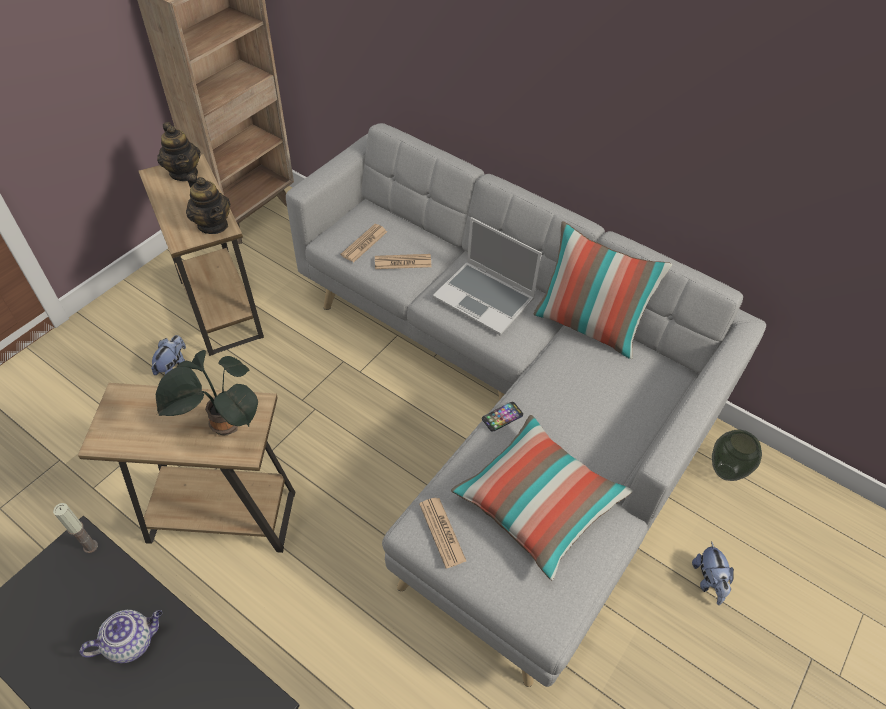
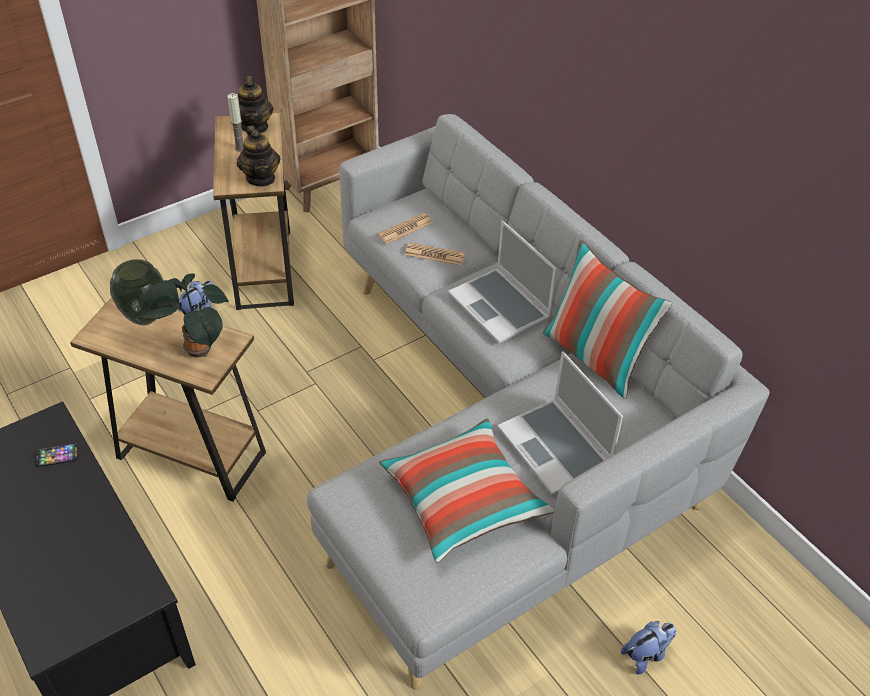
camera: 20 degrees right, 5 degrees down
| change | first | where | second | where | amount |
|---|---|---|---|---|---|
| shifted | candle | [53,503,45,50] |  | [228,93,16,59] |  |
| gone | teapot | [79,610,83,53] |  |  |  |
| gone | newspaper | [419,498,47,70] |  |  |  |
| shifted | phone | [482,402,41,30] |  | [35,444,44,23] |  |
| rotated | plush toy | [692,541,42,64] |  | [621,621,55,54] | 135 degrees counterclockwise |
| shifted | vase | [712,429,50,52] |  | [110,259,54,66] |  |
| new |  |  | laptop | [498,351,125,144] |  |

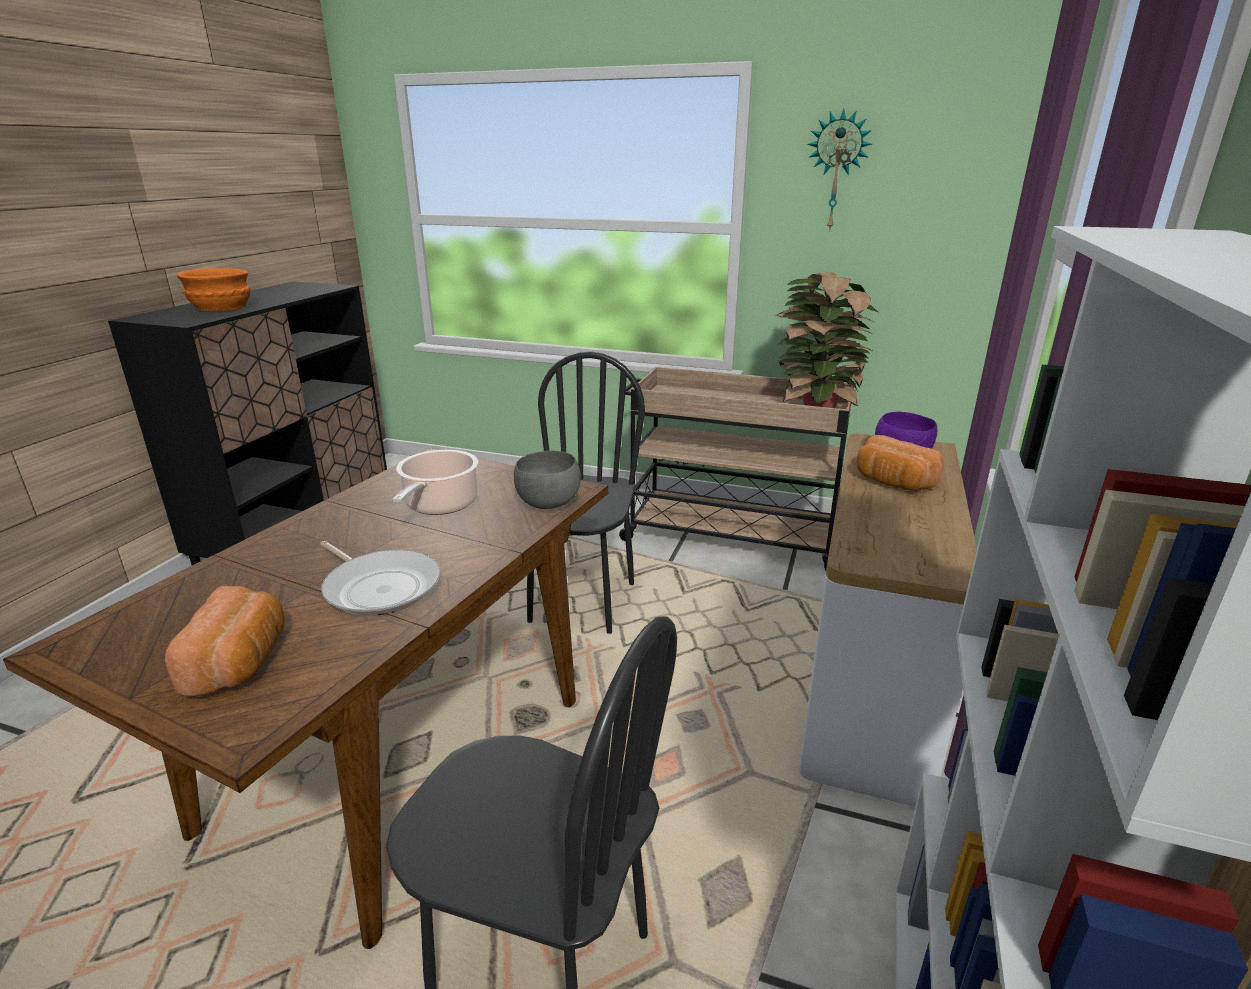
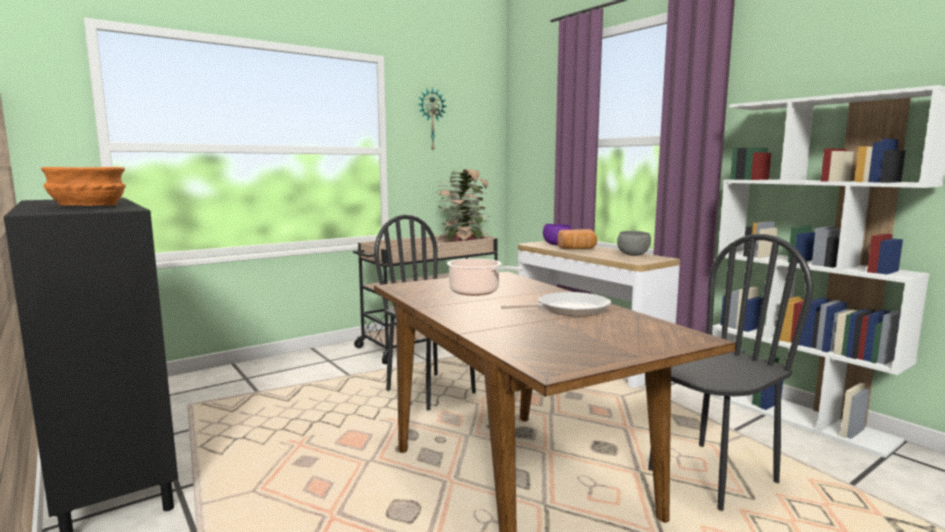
camera: 55 degrees left, 15 degrees down
| change | first | where | second | where | amount |
|---|---|---|---|---|---|
| gone | bread | [165,586,120,111] |  |  |  |
| shifted | grey bowl | [514,451,67,58] |  | [617,231,34,25] |  |

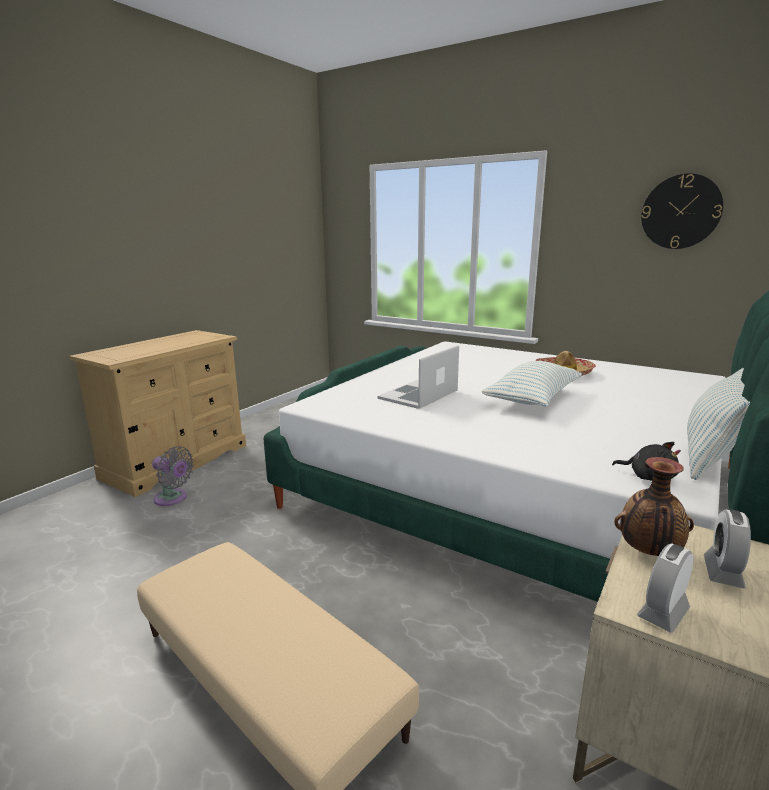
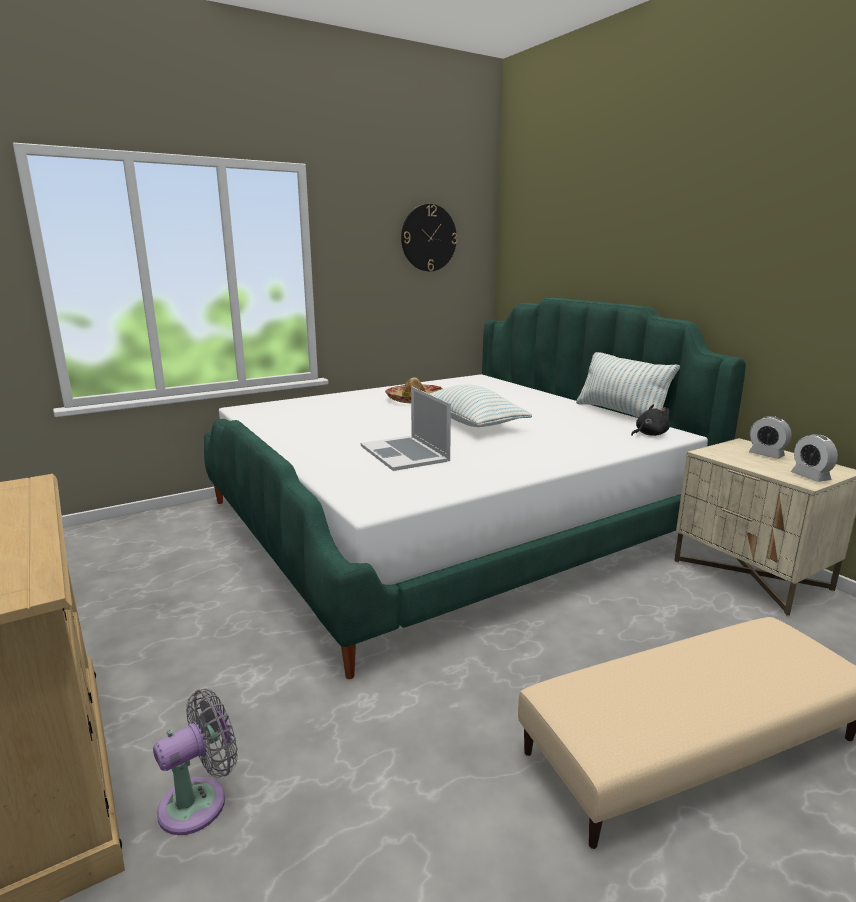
camera: 65 degrees left, 0 degrees up
| change | first | where | second | where | amount |
|---|---|---|---|---|---|
| gone | vase | [614,457,80,99] |  |  |  |

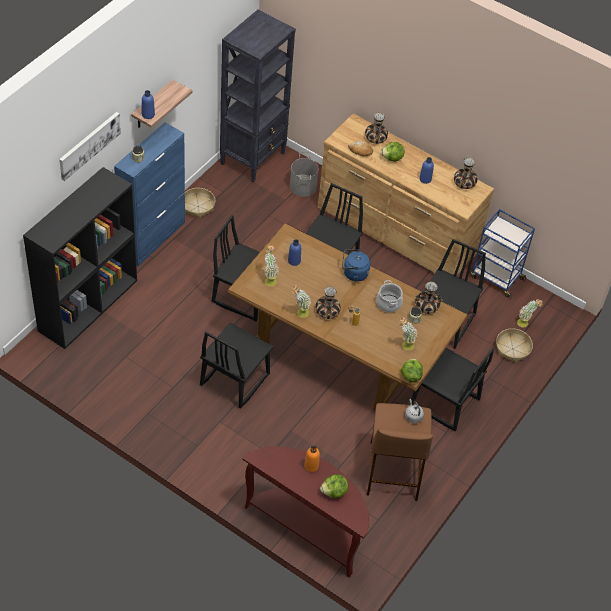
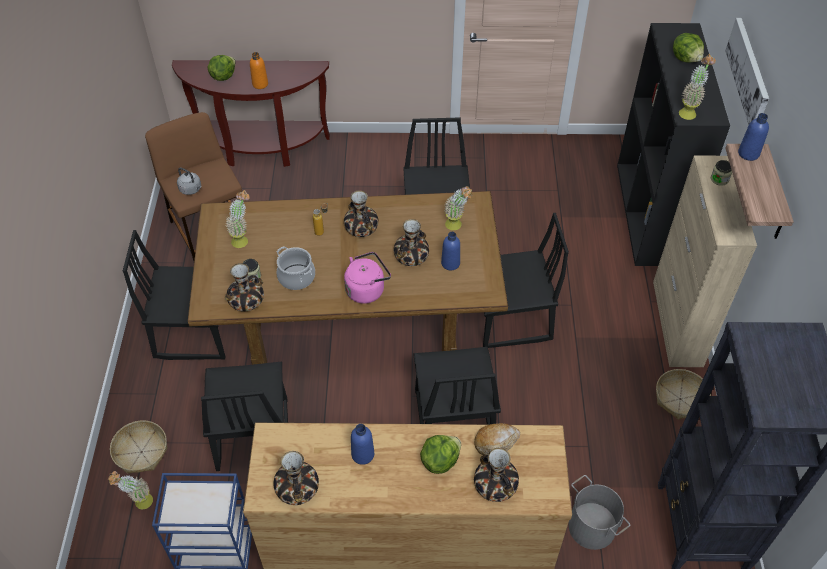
camera: 150 degrees right, 0 degrees up
| change | first | where | second | where | amount |
|---|---|---|---|---|---|
| repainted | blue cabinet | [114,122,71,144] | beige cabinet | [653,155,104,212] |  |
| shifted | potted plant | [291,285,20,33] |  | [679,54,37,66] |  |
| repainted | blue kettle | [342,249,29,33] | pink kettle | [344,252,47,52] |  |
| shifted | lettuce | [401,358,22,25] |  | [673,33,31,30] |  |
| new |  |  | vase | [394,219,35,47] |  |

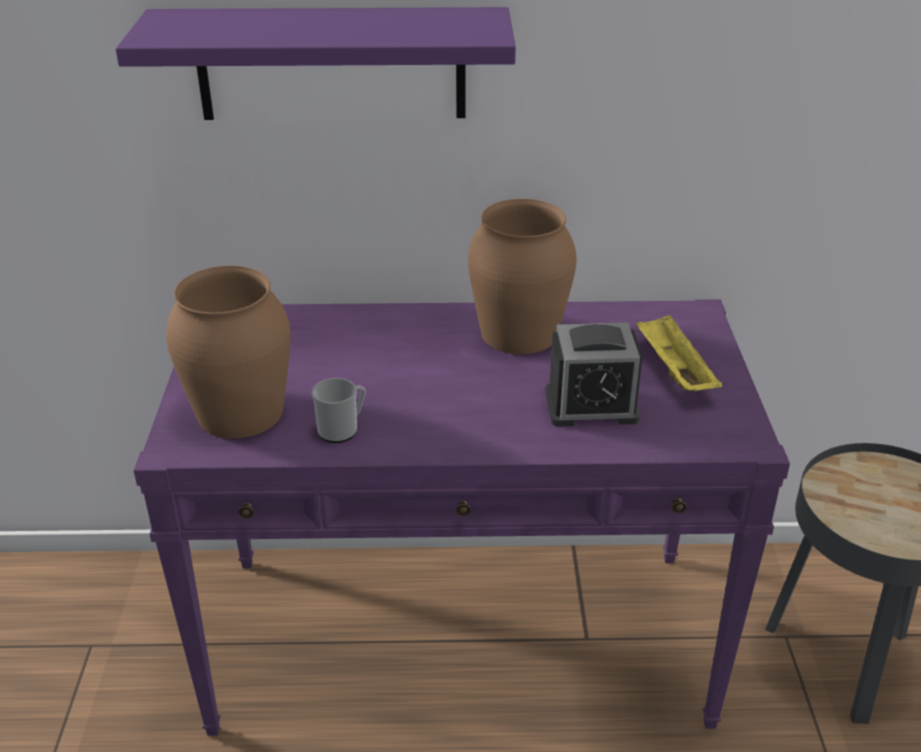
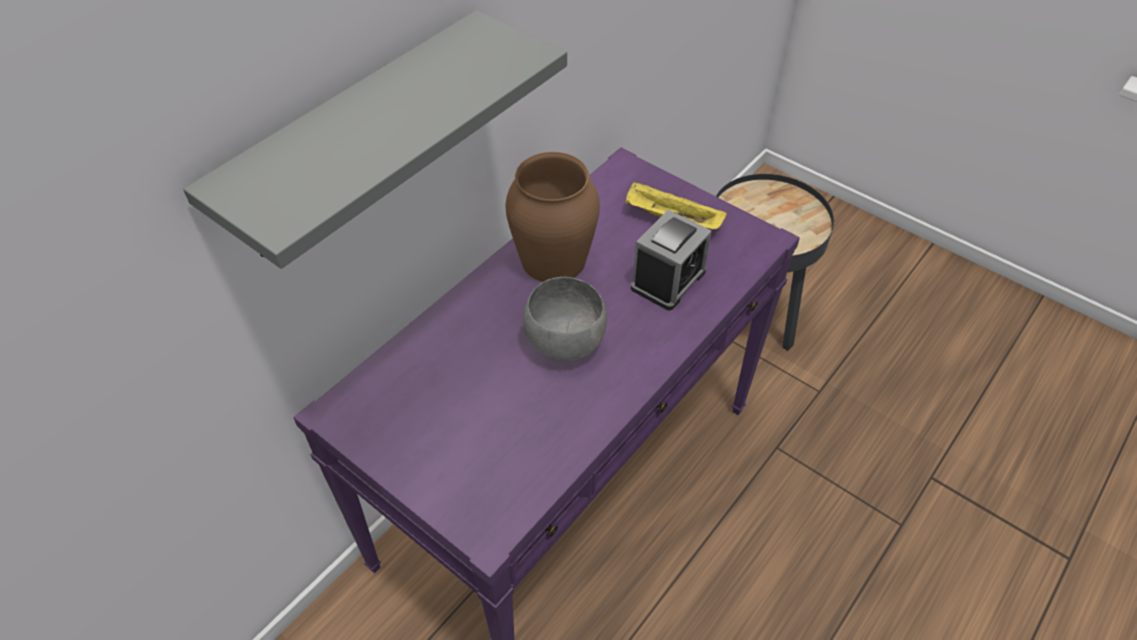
camera: 50 degrees left, 15 degrees up
| change | first | where | second | where | amount |
|---|---|---|---|---|---|
| repainted | purple shelf | [116,7,400,113] | grey shelf | [183,10,384,259] |  |
| gone | brown vase | [166,266,125,172] |  |  |  |
| gone | mug | [312,378,54,65] |  |  |  |
| new |  |  | grey bowl | [523,277,84,84] |  |

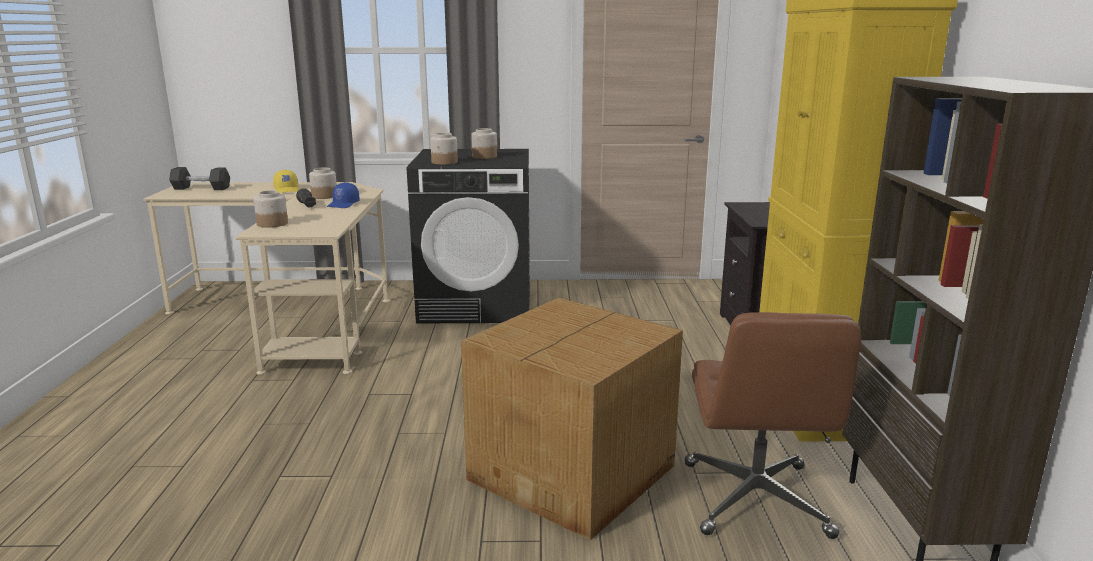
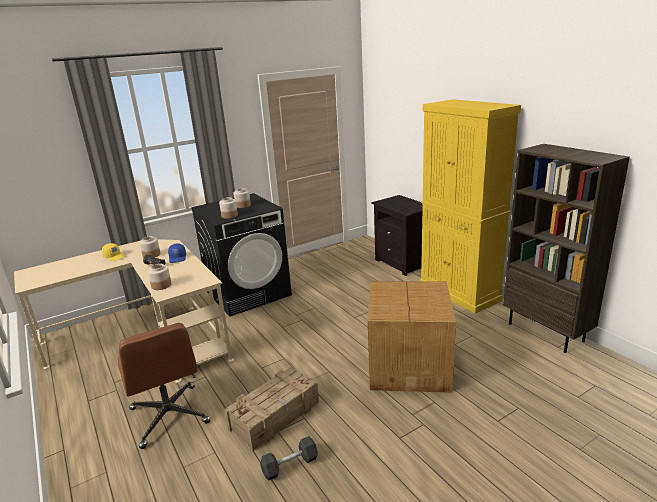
camera: 30 degrees left, 5 degrees up
| change | first | where | second | where | amount |
|---|---|---|---|---|---|
| shifted | grey dumbbell | [169,167,61,23] |  | [260,436,58,44] |  |
| shifted | brown office chair | [685,312,176,227] |  | [118,323,92,126] |  |
| new |  |  | crate | [224,367,95,84] |  |

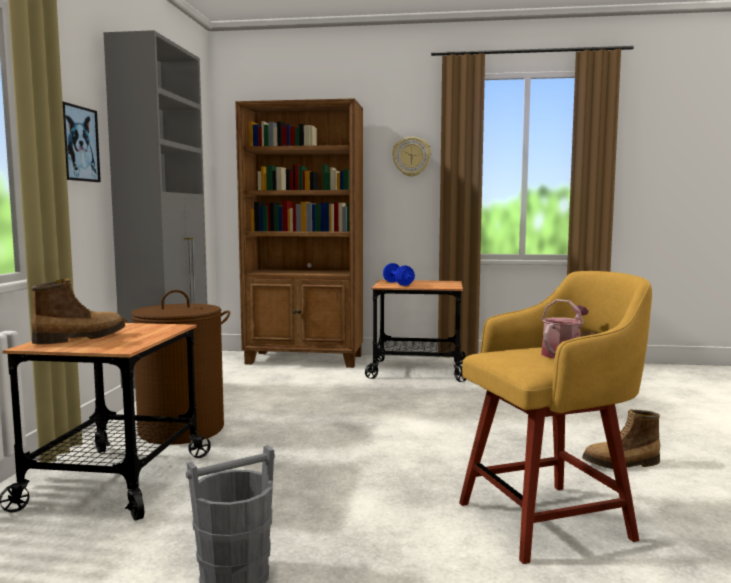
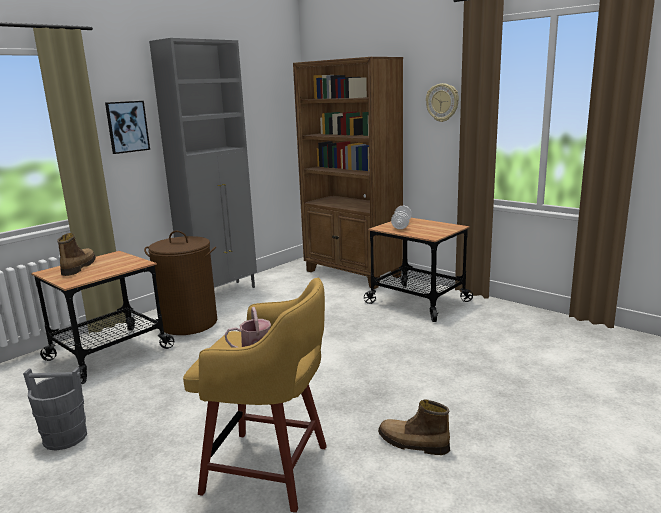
camera: 35 degrees right, 10 degrees up
| change | first | where | second | where | amount |
|---|---|---|---|---|---|
| rotated | boot | [31,278,94,66] |  | [57,233,39,43] | 75 degrees counterclockwise |
| repainted | blue dumbbell | [383,263,32,23] | white dumbbell | [391,206,21,23] |  |

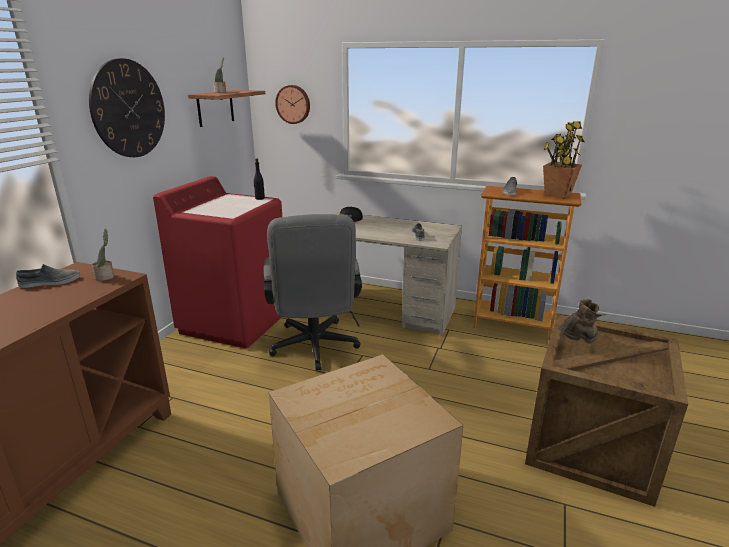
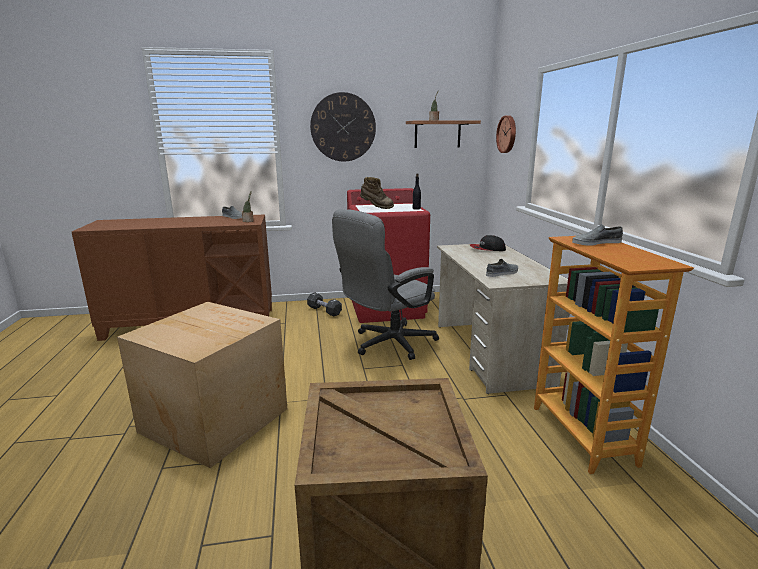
camera: 60 degrees right, 5 degrees down
| change | first | where | second | where | amount |
|---|---|---|---|---|---|
| gone | potted plant | [543,122,42,77] |  |  |  |
| shifted | brown boot | [558,299,49,45] |  | [360,177,34,32] |  |
| new |  |  | black dumbbell | [307,293,35,23] |  |

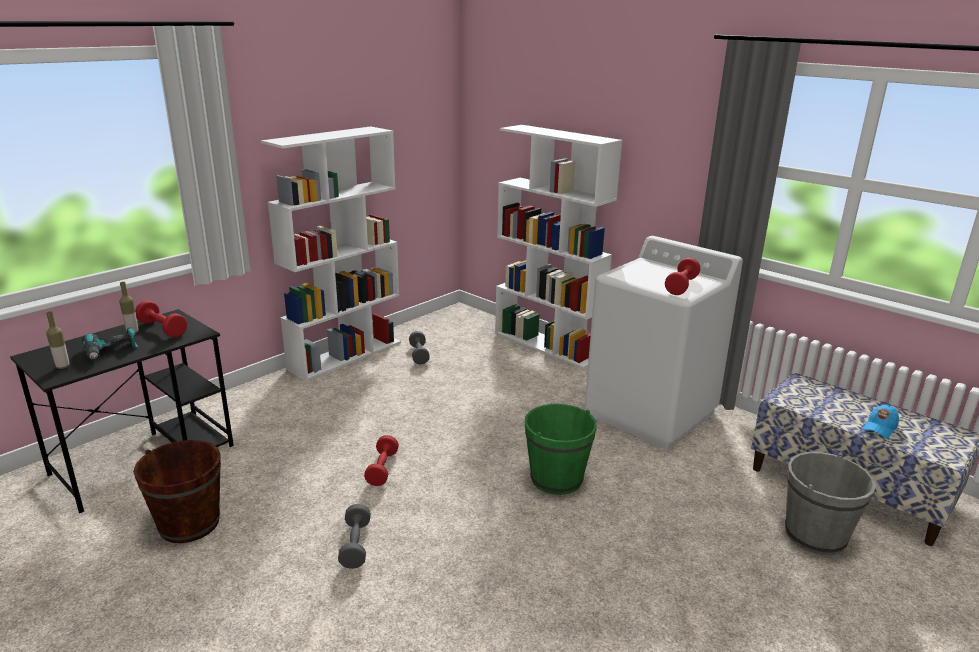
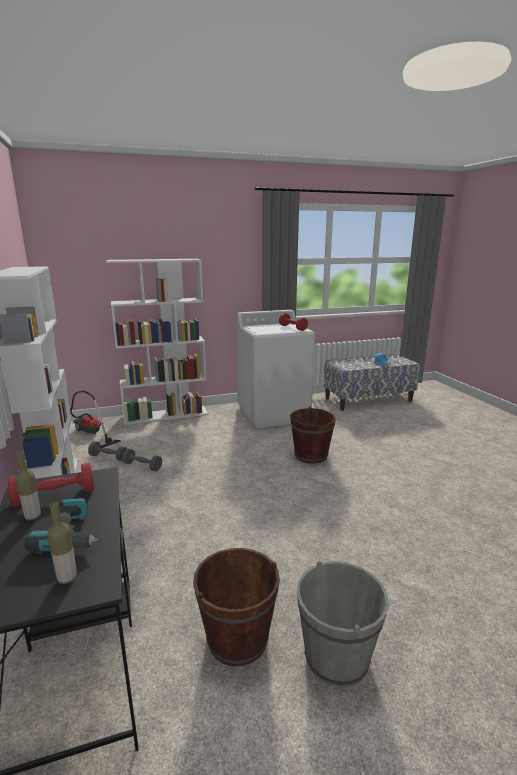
camera: 60 degrees left, 5 degrees down
| change | first | where | second | where | amount |
|---|---|---|---|---|---|
| shifted | grey dumbbell | [338,504,33,65] |  | [122,449,40,22] |  |
| gone | red dumbbell | [364,435,35,51] |  |  |  |
| repainted | green bucket | [524,404,73,91] | brown bucket | [290,406,46,58] |  |
| shifted | grey bucket | [785,452,91,103] |  | [297,561,92,126] |  |
| new |  |  | vacuum cleaner | [70,391,51,57] |  |

